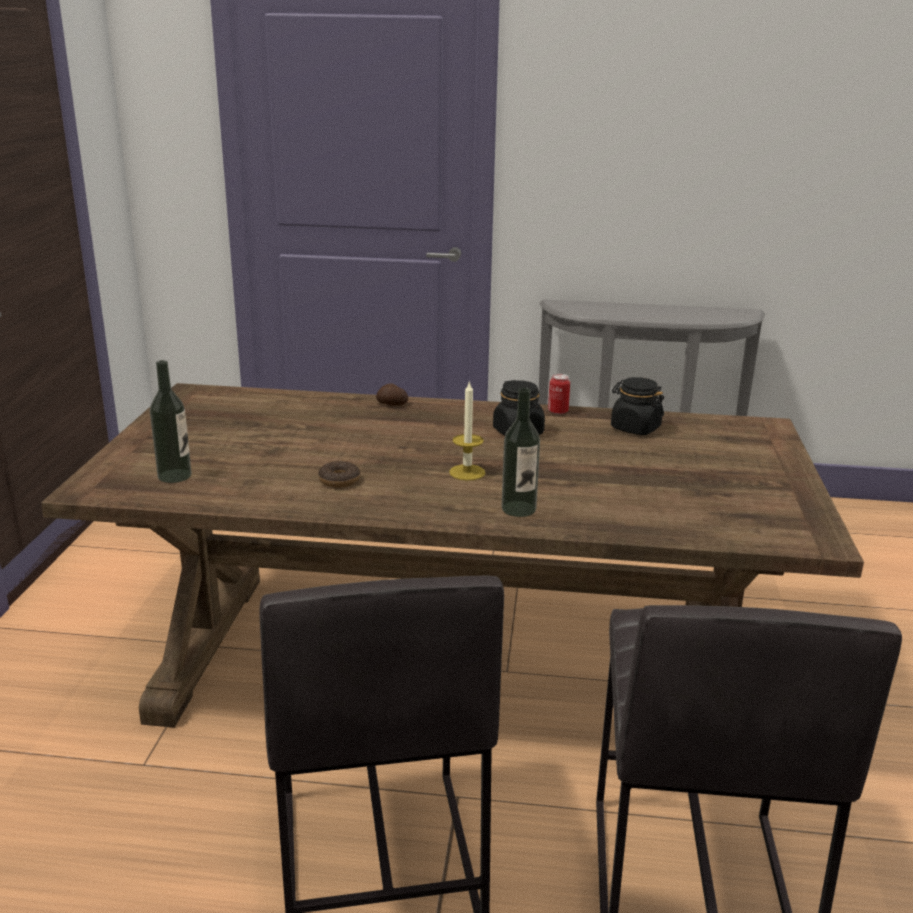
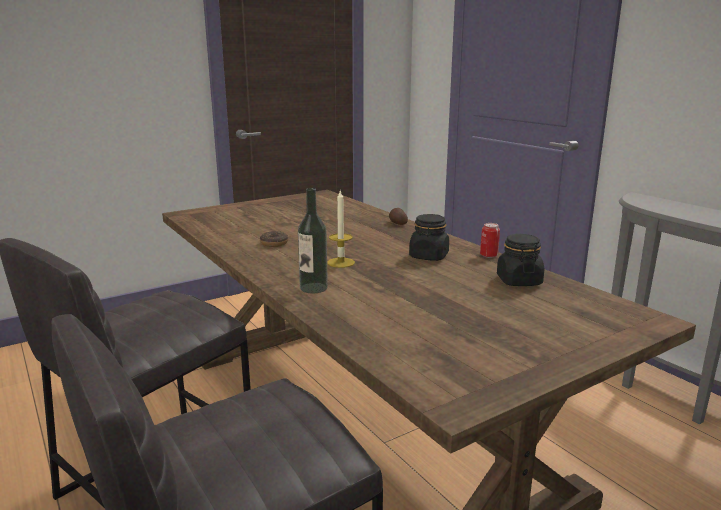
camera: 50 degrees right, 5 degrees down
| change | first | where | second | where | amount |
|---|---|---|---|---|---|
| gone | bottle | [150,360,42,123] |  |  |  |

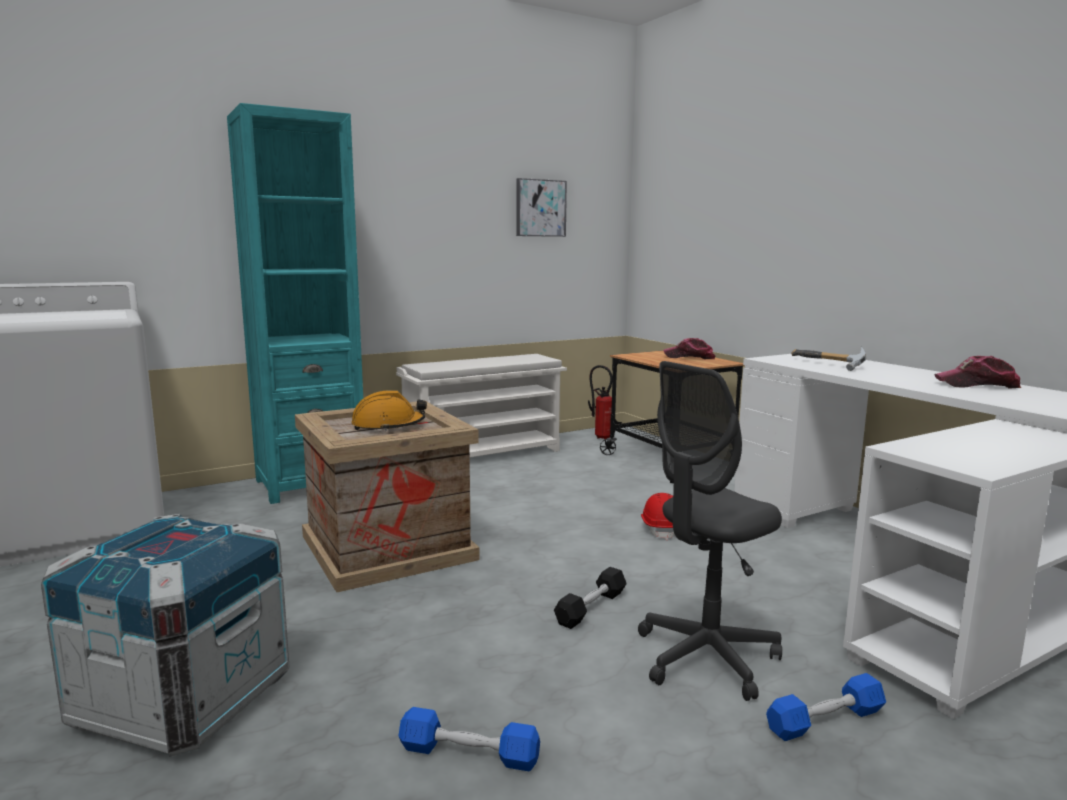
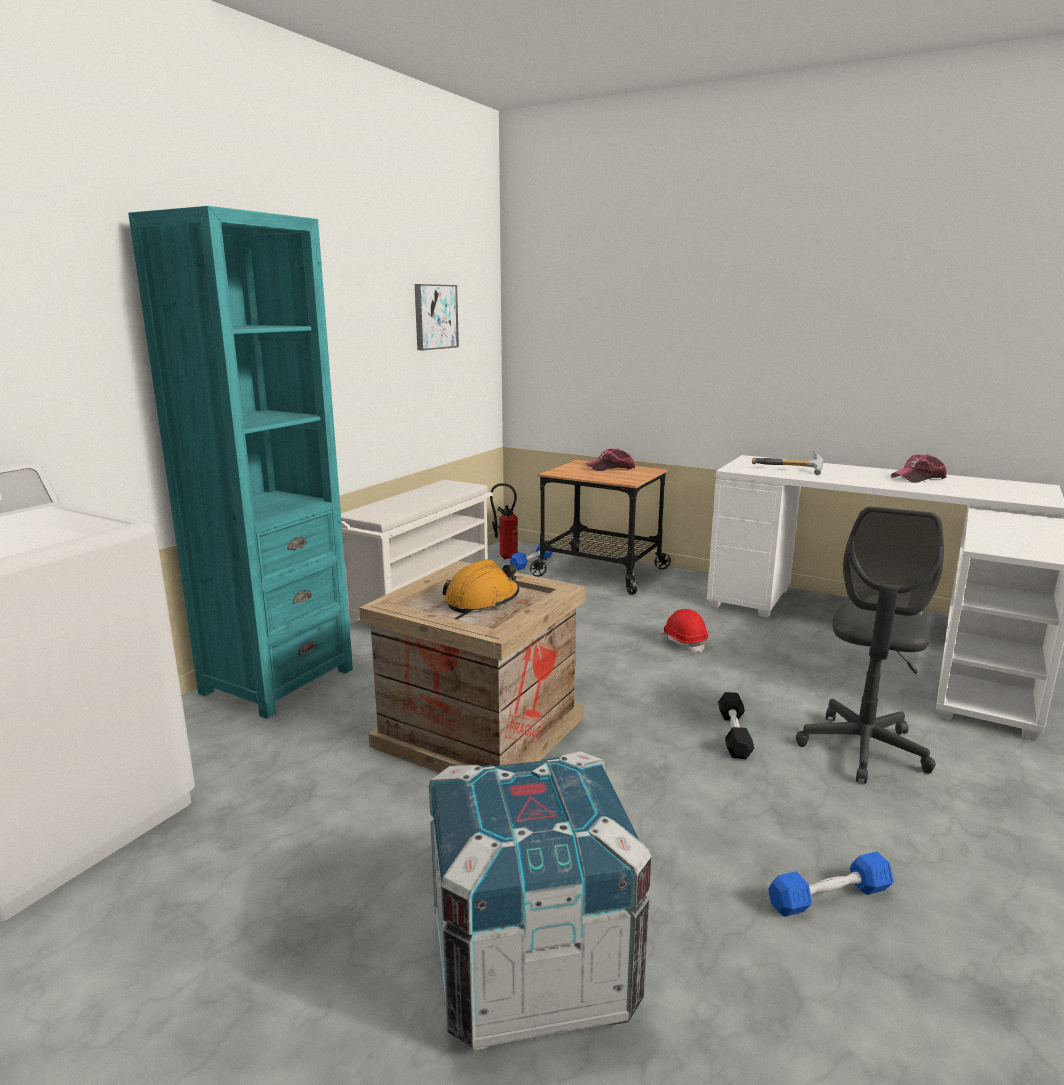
camera: 30 degrees left, 5 degrees up
| change | first | where | second | where | amount |
|---|---|---|---|---|---|
| shifted | blue dumbbell | [766,673,120,68] |  | [510,544,43,26] |  |

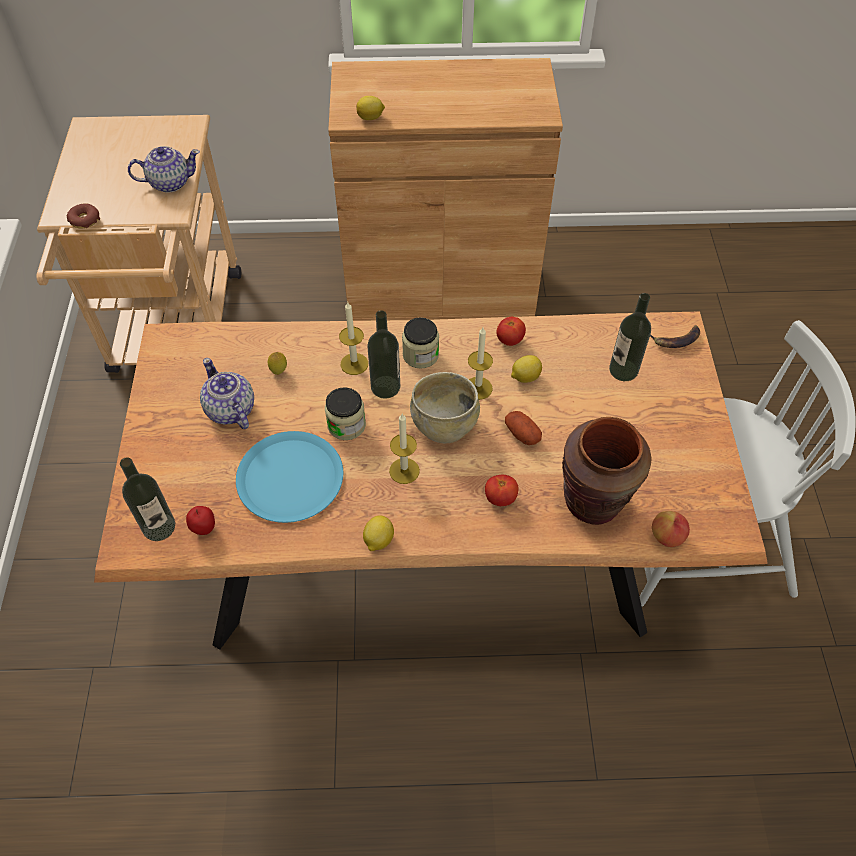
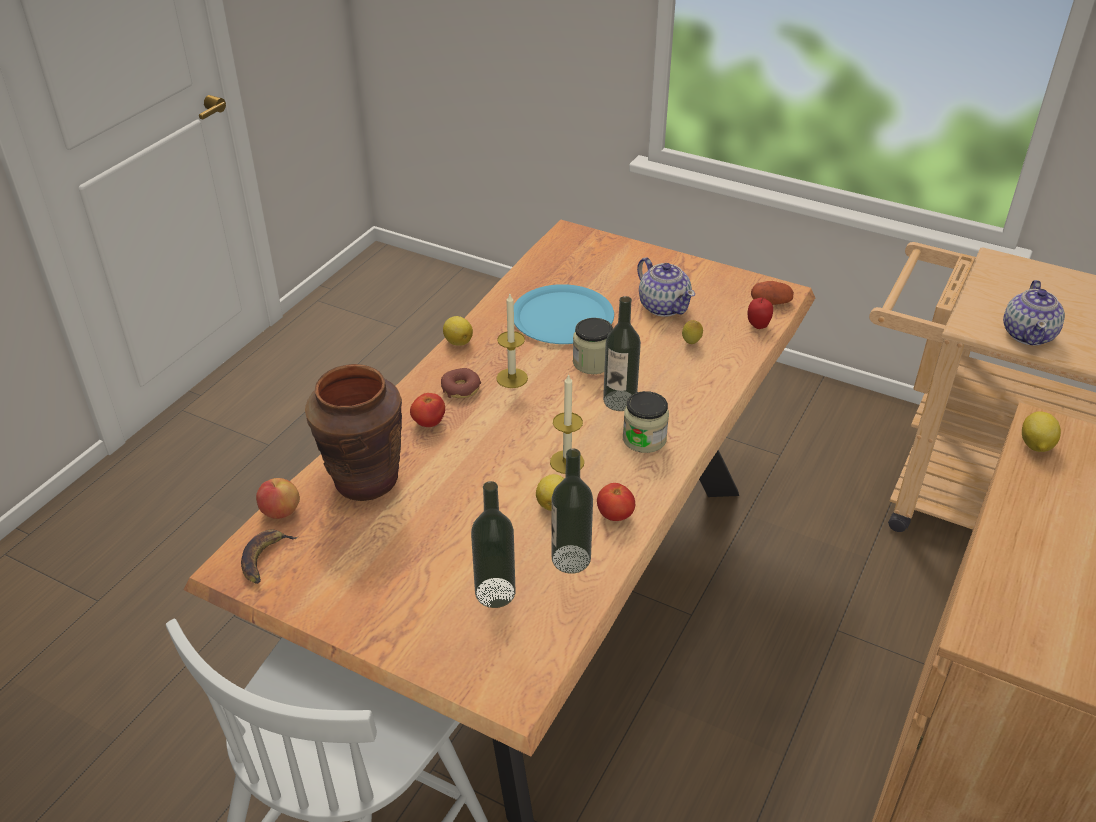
camera: 120 degrees right, 15 degrees down
| change | first | where | second | where | amount |
|---|---|---|---|---|---|
| shifted | donut | [67,203,33,25] |  | [441,368,40,30] |  |
| shifted | bottle | [120,457,55,84] |  | [551,449,42,125] |  |
| shifted | apple | [186,506,29,29] |  | [748,297,25,32] |  |
| rotated | teapot | [200,358,54,71] |  | [637,257,58,60] | 60 degrees clockwise |
| gone | candle | [339,302,29,73] |  |  |  |
| gone | beige bowl | [410,372,70,71] |  |  |  |
| shifted | potato | [505,411,37,34] |  | [751,281,43,24] |  |
| shifted | banana | [650,325,50,23] |  | [241,530,57,54] |  |

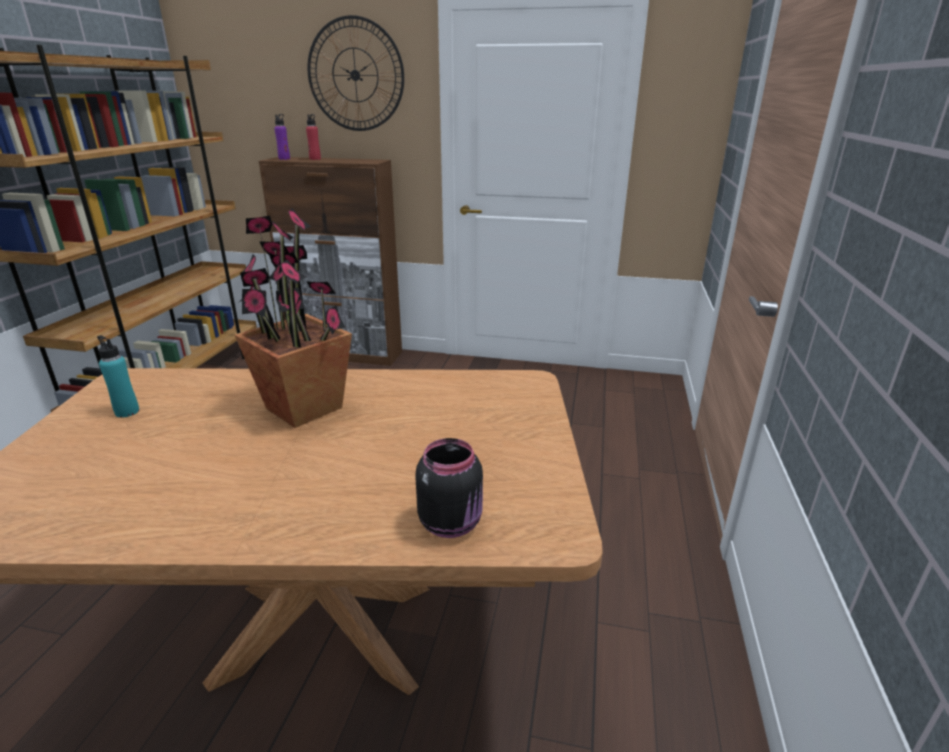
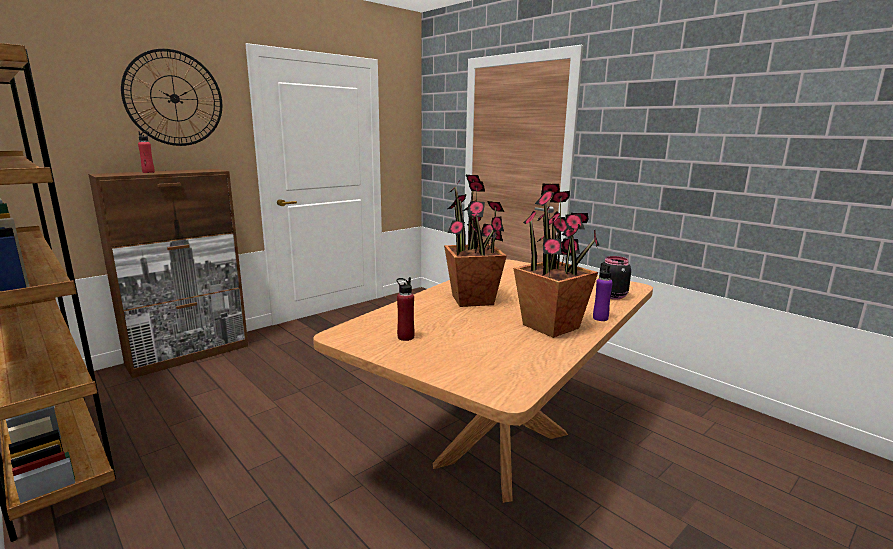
camera: 55 degrees left, 10 degrees down
| change | first | where | second | where | amount |
|---|---|---|---|---|---|
| repainted | turquoise bottle | [97,335,42,83] | red bottle | [397,277,18,64] |  |
| shifted | purple bottle | [274,114,16,46] |  | [593,263,20,58] |  |
| new |  |  | potted plant | [514,184,86,154] |  |

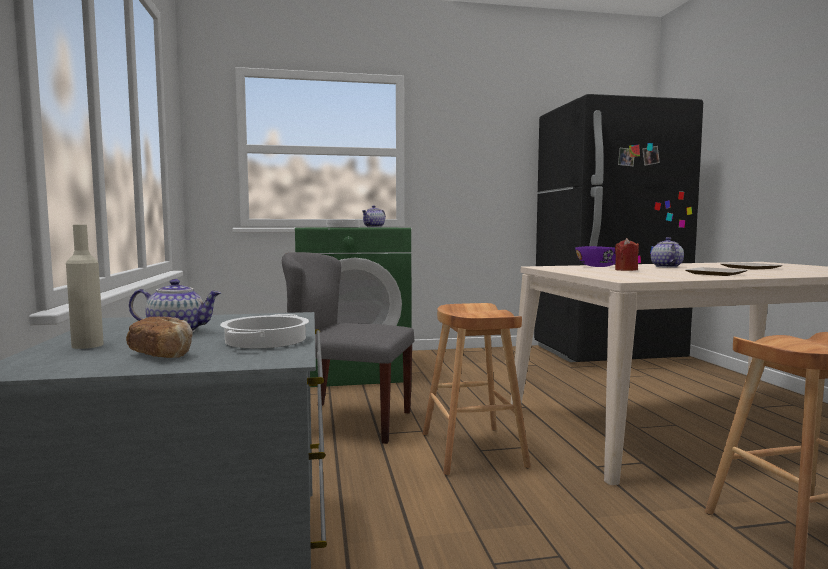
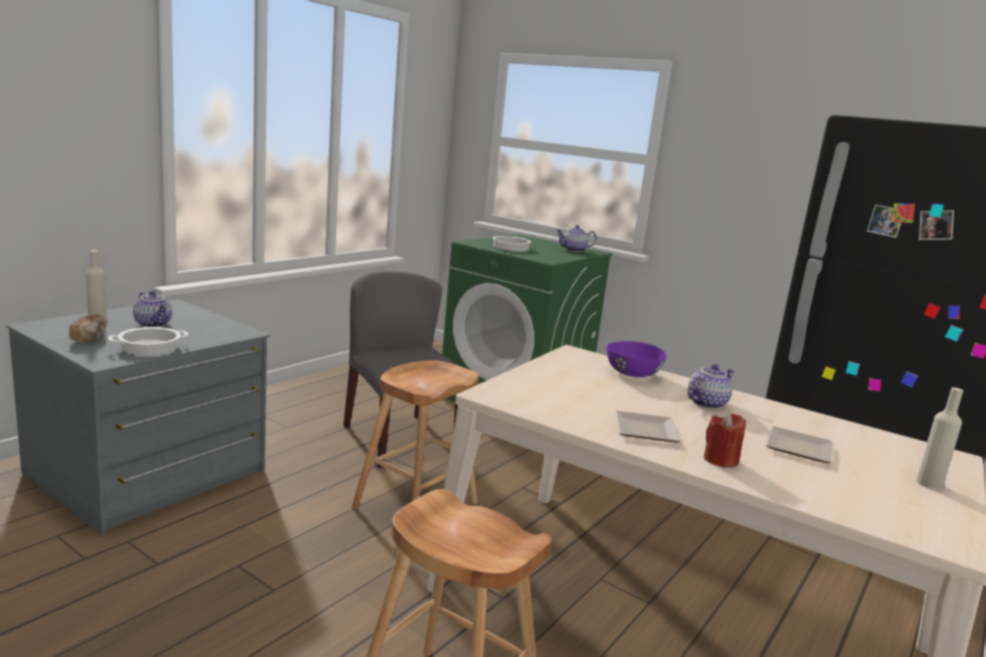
camera: 45 degrees right, 10 degrees up
| change | first | where | second | where | amount |
|---|---|---|---|---|---|
| shifted | red candle | [615,238,24,33] |  | [704,413,42,55] |  |
| new |  |  | beige bottle | [916,387,47,103] |  |

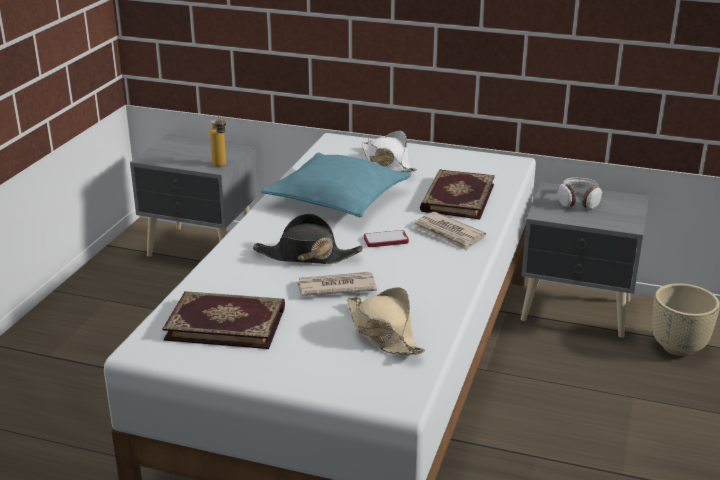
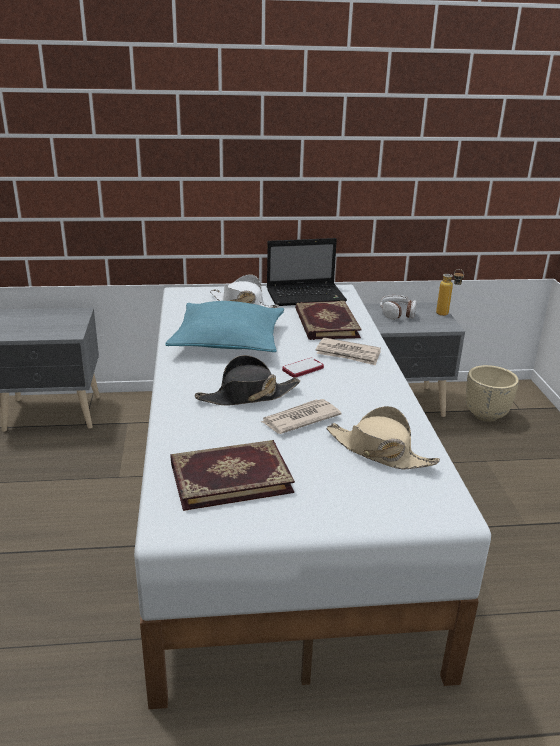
camera: 25 degrees left, 0 degrees up
| change | first | where | second | where | amount |
|---|---|---|---|---|---|
| shifted | bottle | [210,115,16,52] |  | [436,269,28,47] |  |
| new |  |  | laptop | [267,238,80,68] |  |

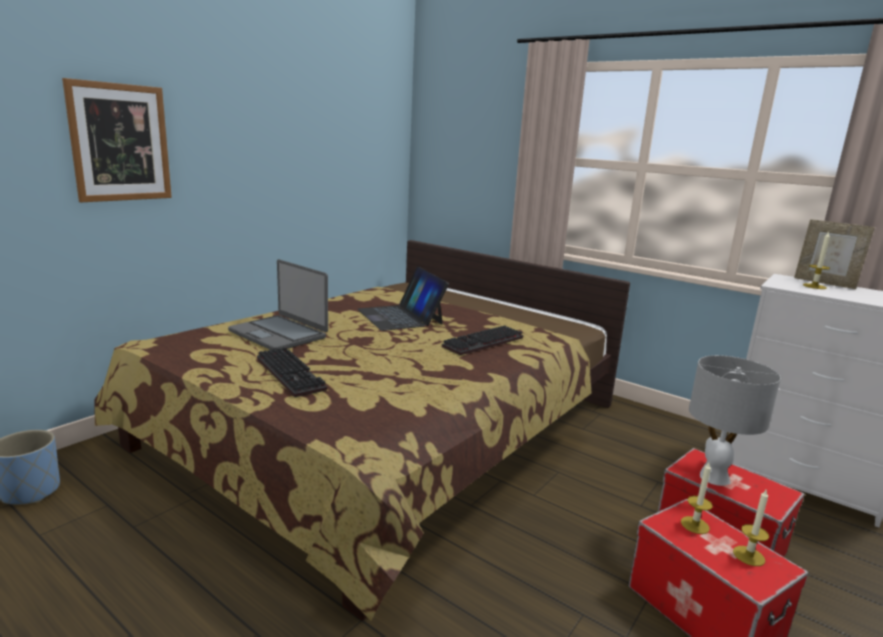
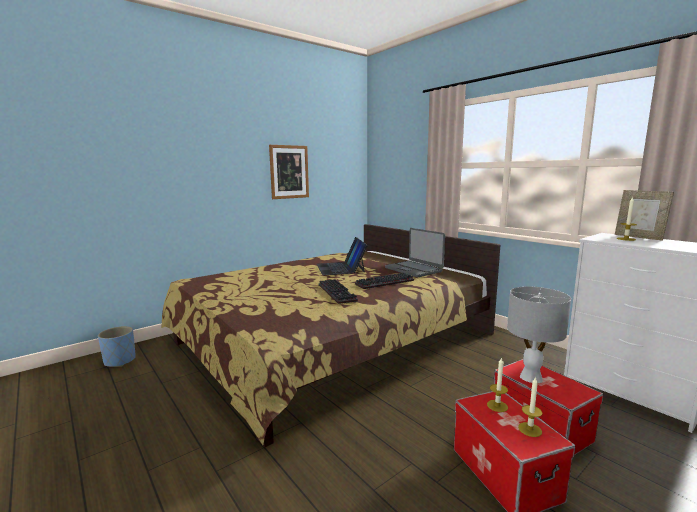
camera: 15 degrees right, 5 degrees down
| change | first | where | second | where | amount |
|---|---|---|---|---|---|
| shifted | picture | [62,78,110,124] |  | [269,145,40,54] |  |
| shifted | laptop | [228,259,100,92] |  | [385,228,60,49] |  |
| shifted | keyboard | [257,347,70,50] |  | [319,279,39,25] |  |

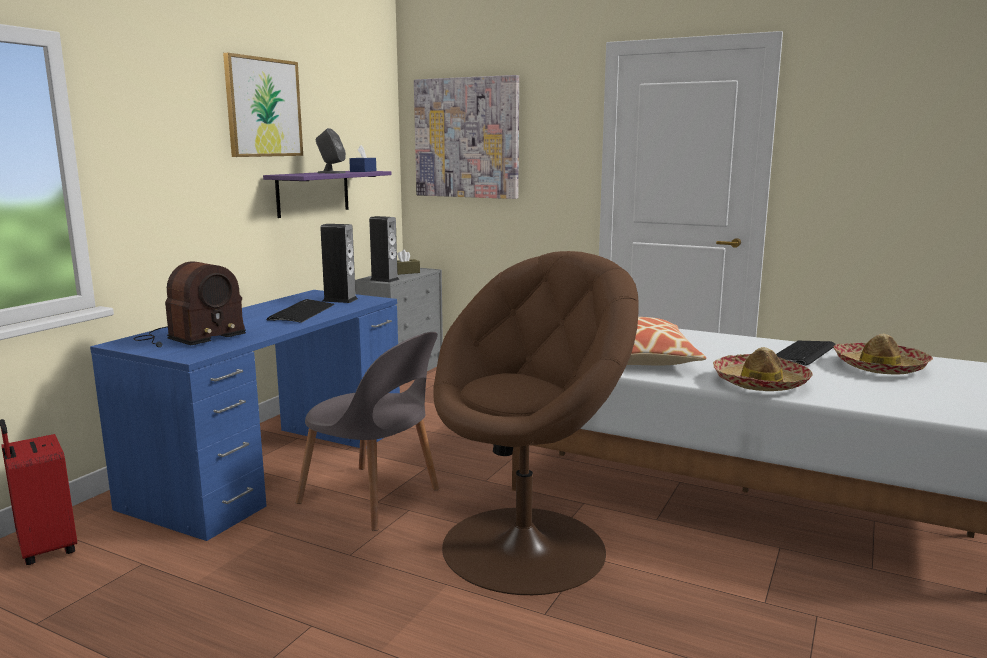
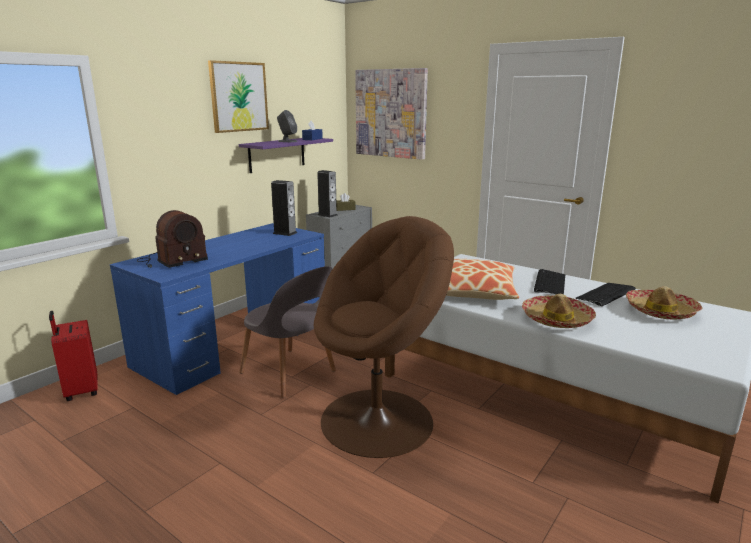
camera: 10 degrees right, 5 degrees up
| change | first | where | second | where | amount |
|---|---|---|---|---|---|
| shifted | keyboard | [267,299,67,24] |  | [534,269,31,25] |  |

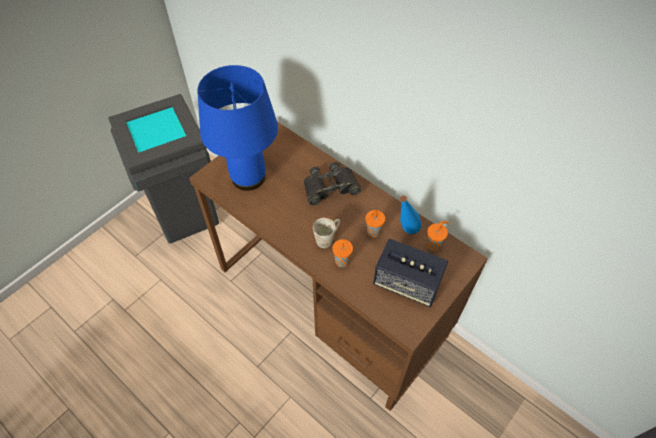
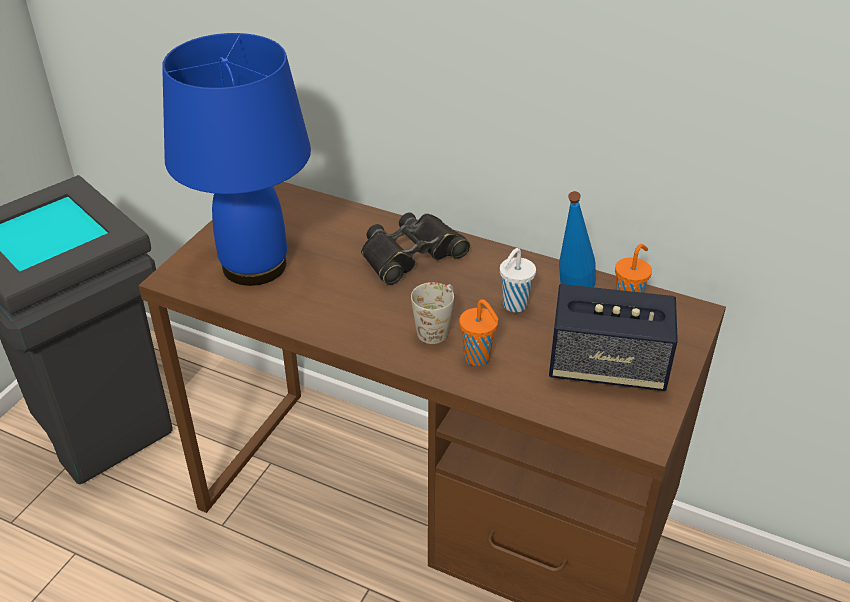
camera: 15 degrees left, 15 degrees down
| change | first | where | second | where | amount |
|---|---|---|---|---|---|
| repainted | orange cup | [365,210,20,28] | white cup | [500,248,36,64] |  |

